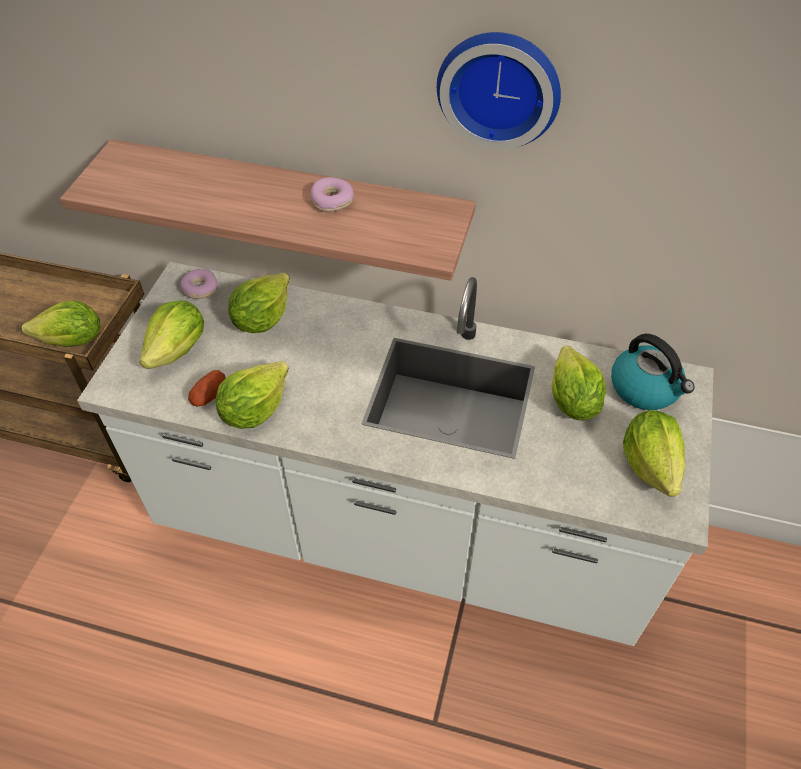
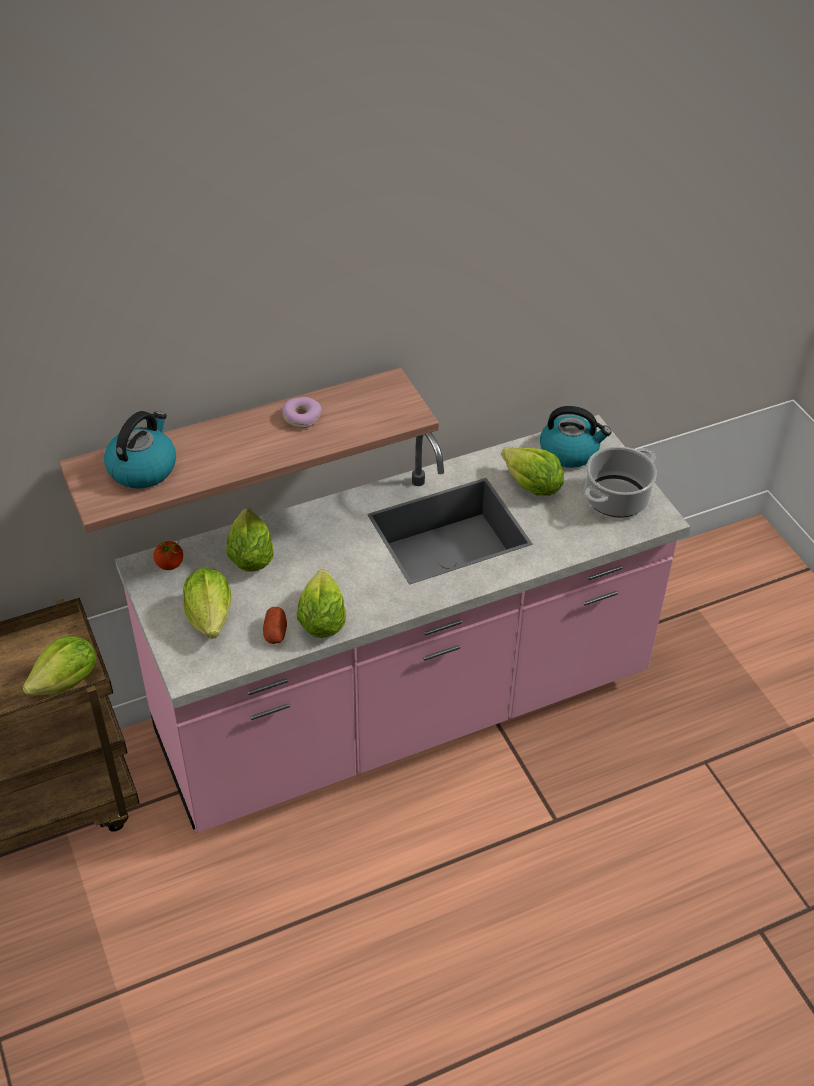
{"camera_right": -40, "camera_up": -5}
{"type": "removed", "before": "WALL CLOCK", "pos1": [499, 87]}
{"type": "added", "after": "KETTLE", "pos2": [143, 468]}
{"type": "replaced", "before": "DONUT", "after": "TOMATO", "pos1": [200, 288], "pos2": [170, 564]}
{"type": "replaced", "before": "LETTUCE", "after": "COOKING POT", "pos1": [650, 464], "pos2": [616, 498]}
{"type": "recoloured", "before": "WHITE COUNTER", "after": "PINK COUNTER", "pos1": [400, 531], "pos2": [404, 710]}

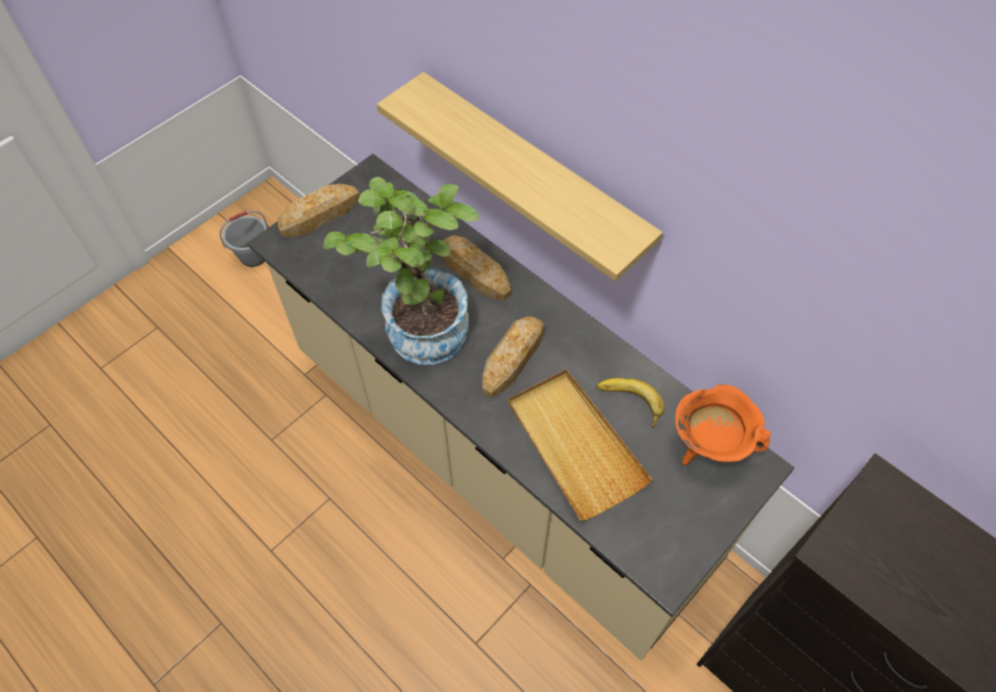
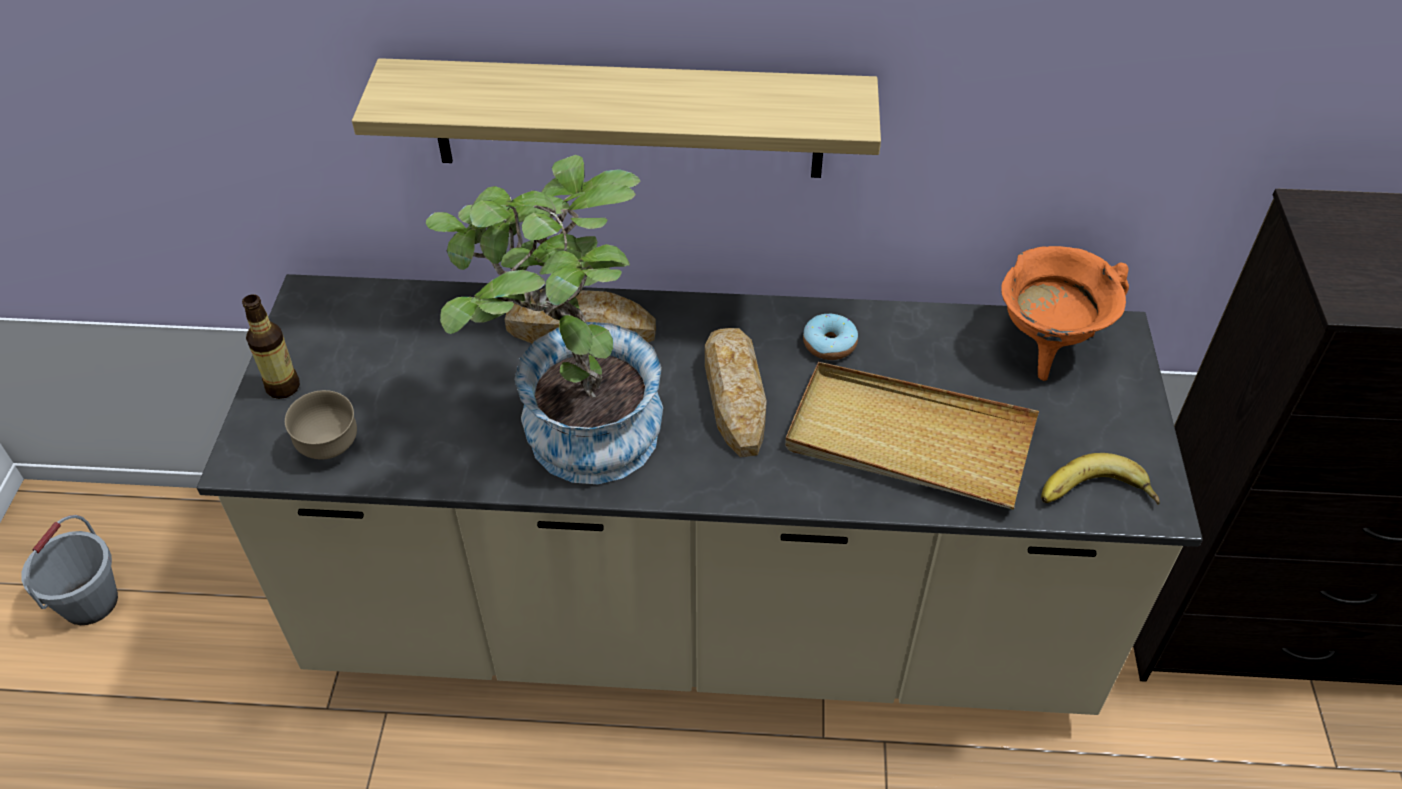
{"camera_right": -40, "camera_up": -10}
{"type": "added", "after": "BROWN BOWL", "pos2": [330, 448]}
{"type": "added", "after": "DONUT", "pos2": [829, 344]}
{"type": "moved", "before": "BANANA", "pos1": [628, 404], "pos2": [1096, 497]}
{"type": "replaced", "before": "BREAD", "after": "BOTTLE", "pos1": [320, 214], "pos2": [283, 387]}

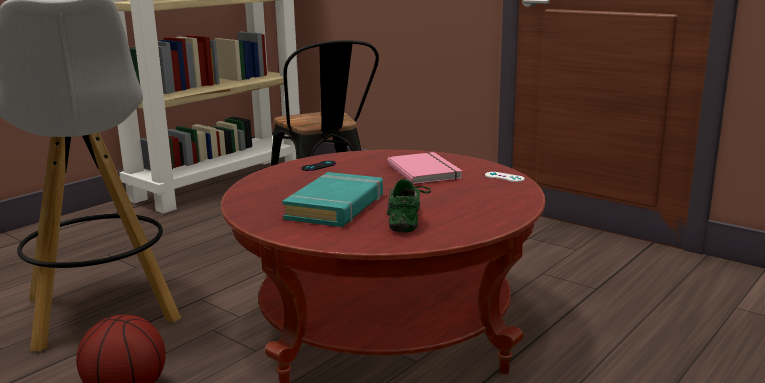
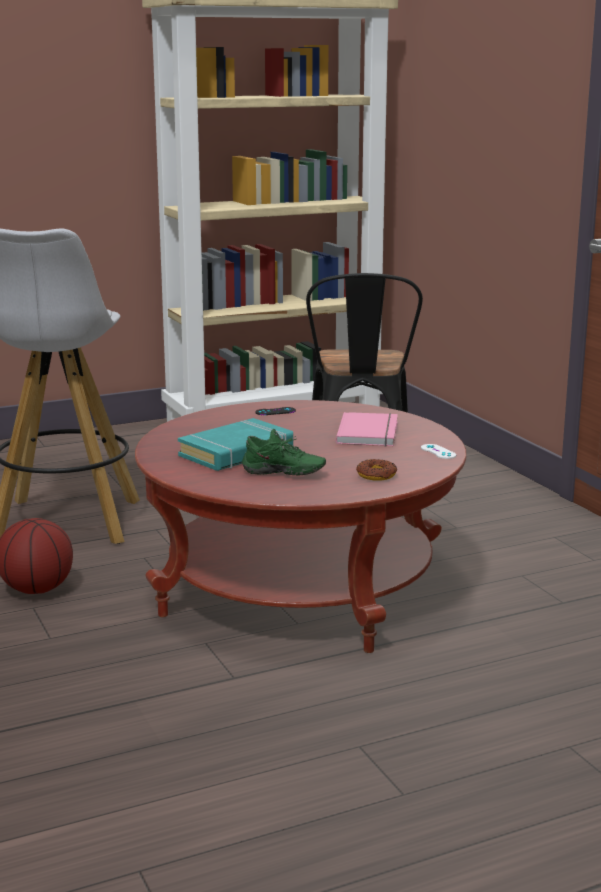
{"camera_right": 25, "camera_up": 0}
{"type": "added", "after": "DONUT", "pos2": [376, 475]}
{"type": "turned", "before": "GREEN SHOE", "pos1": [407, 219], "pos2": [283, 474], "turn": 75}

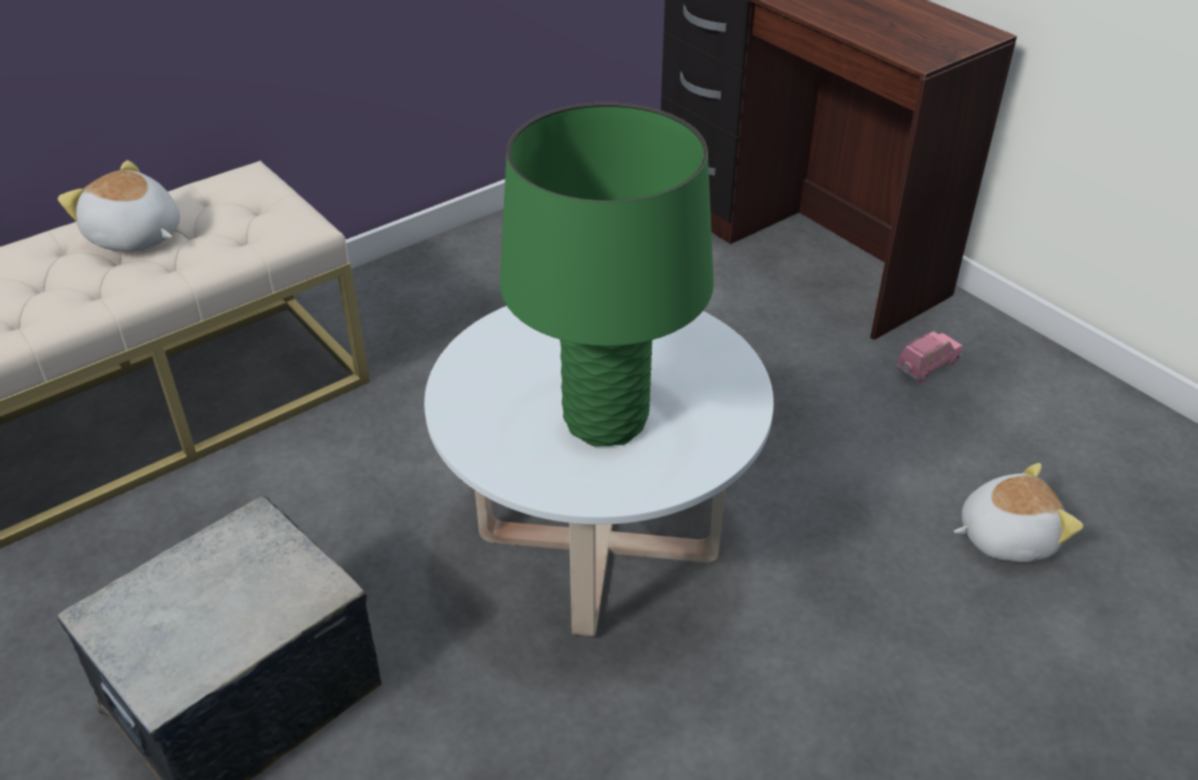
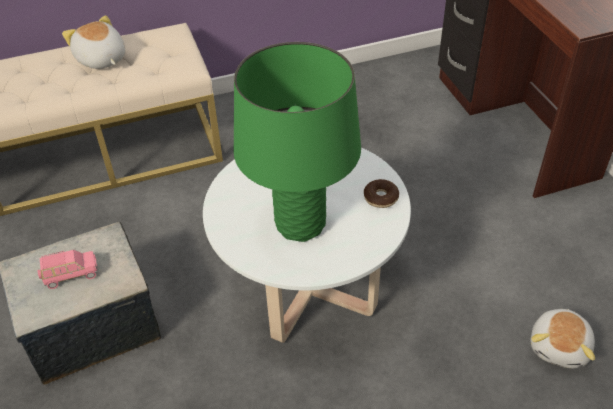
{"camera_right": 20, "camera_up": 5}
{"type": "added", "after": "DONUT", "pos2": [381, 198]}
{"type": "moved", "before": "PINK TOY CAR", "pos1": [926, 367], "pos2": [70, 275]}
{"type": "turned", "before": "PLUSH TOY", "pos1": [1005, 536], "pos2": [560, 347], "turn": 105}

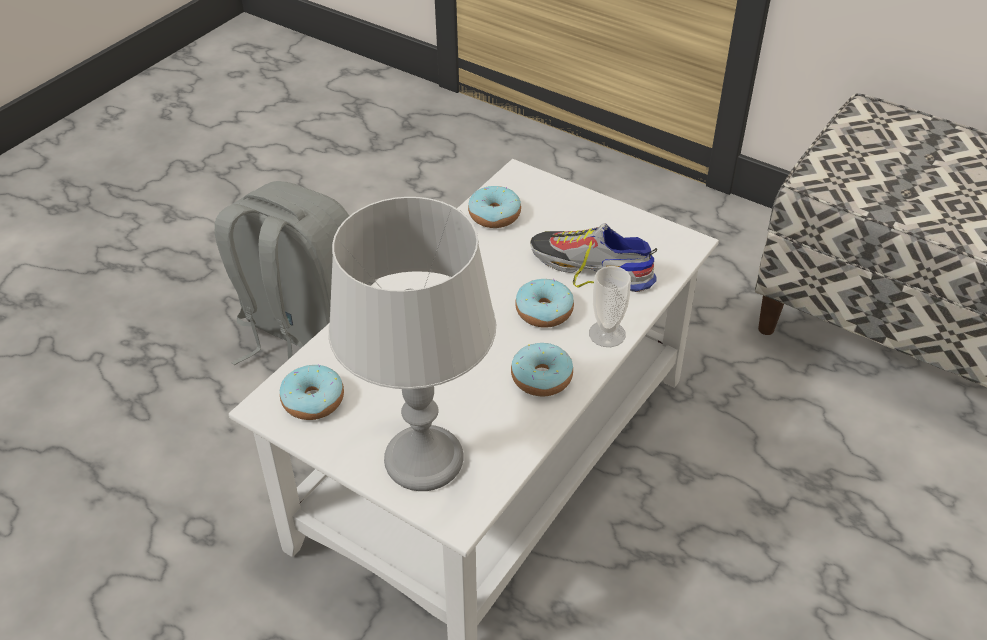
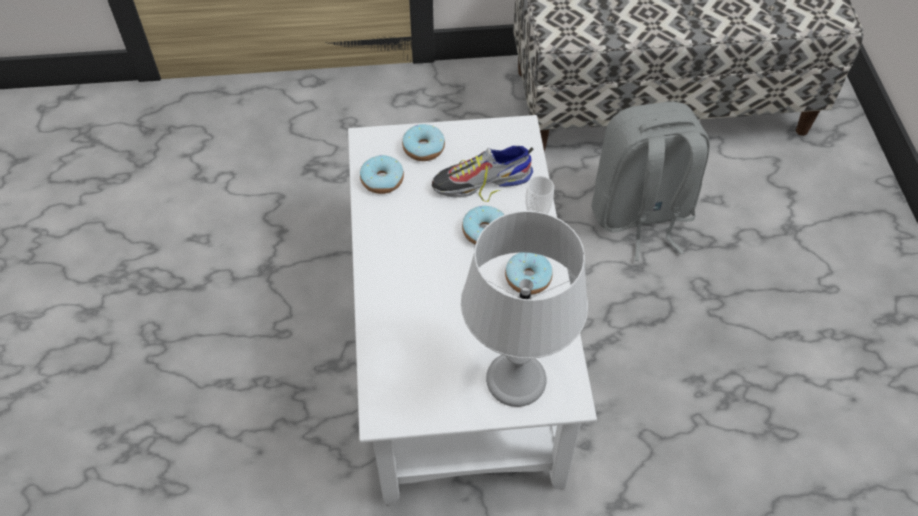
{"camera_right": -40, "camera_up": 10}
{"type": "moved", "before": "GREY BACKPACK", "pos1": [300, 333], "pos2": [641, 215]}
{"type": "moved", "before": "DONUT", "pos1": [313, 400], "pos2": [423, 148]}

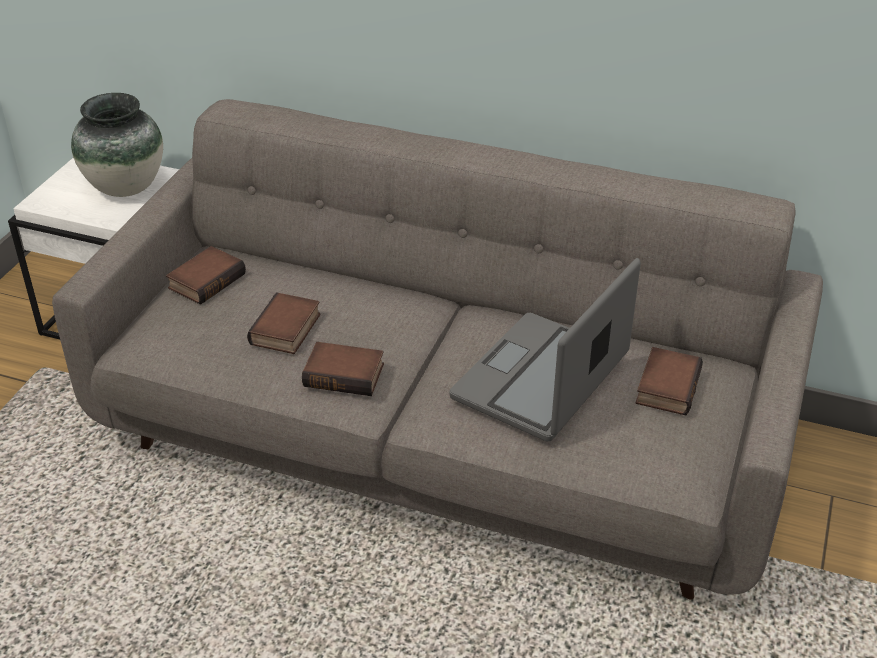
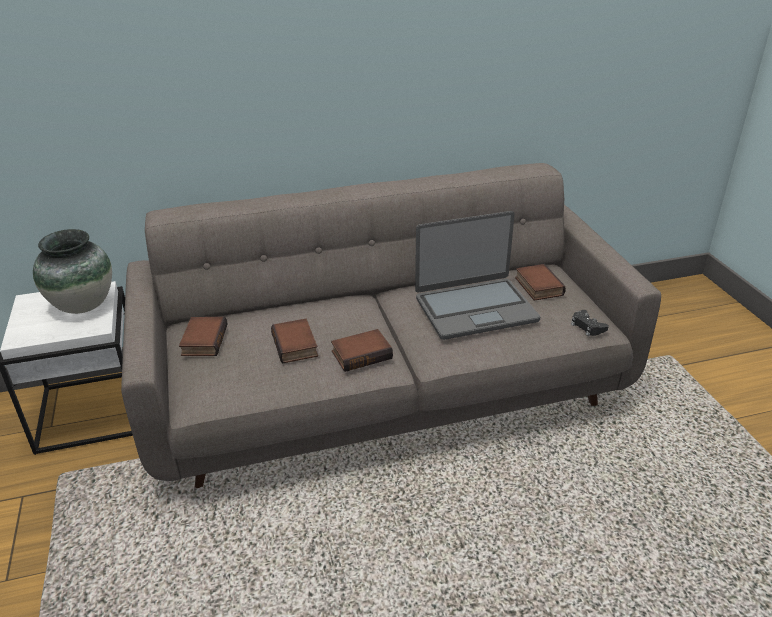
{"camera_right": -35, "camera_up": -5}
{"type": "added", "after": "BLACK GAME CONTROLLER", "pos2": [587, 326]}
{"type": "turned", "before": "LAPTOP", "pos1": [542, 379], "pos2": [475, 309], "turn": -105}

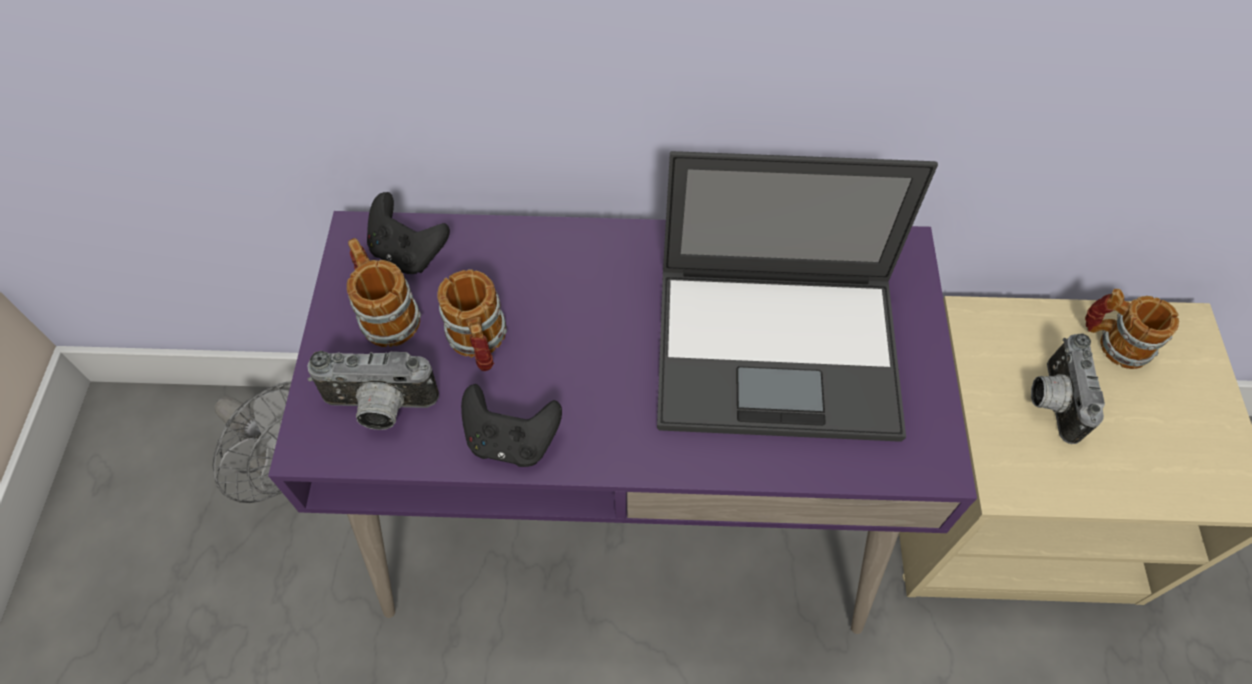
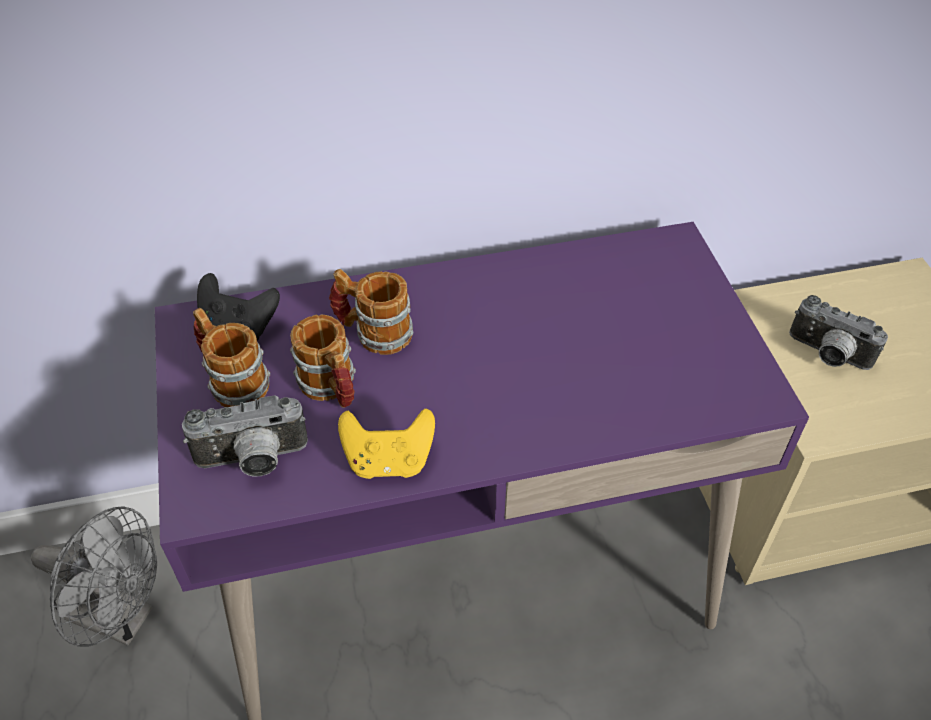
{"camera_right": -15, "camera_up": -10}
{"type": "removed", "before": "LAPTOP", "pos1": [780, 351]}
{"type": "moved", "before": "MUG", "pos1": [1113, 342], "pos2": [373, 332]}
{"type": "recoloured", "before": "BLACK GAME CONTROLLER", "after": "YELLOW GAME CONTROLLER", "pos1": [511, 440], "pos2": [389, 460]}
{"type": "turned", "before": "PHOTO CAMERA", "pos1": [1051, 399], "pos2": [826, 355], "turn": -45}

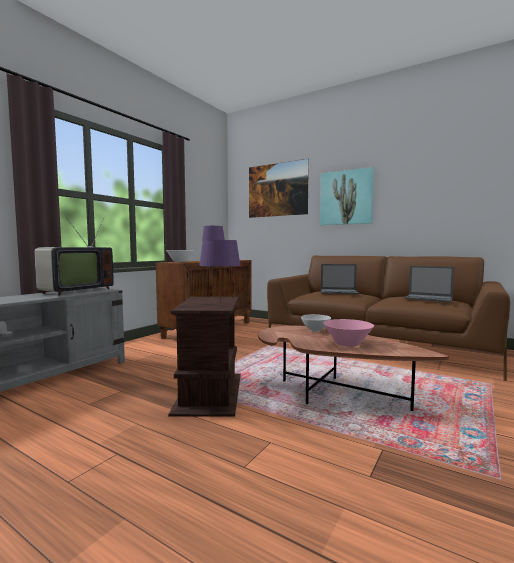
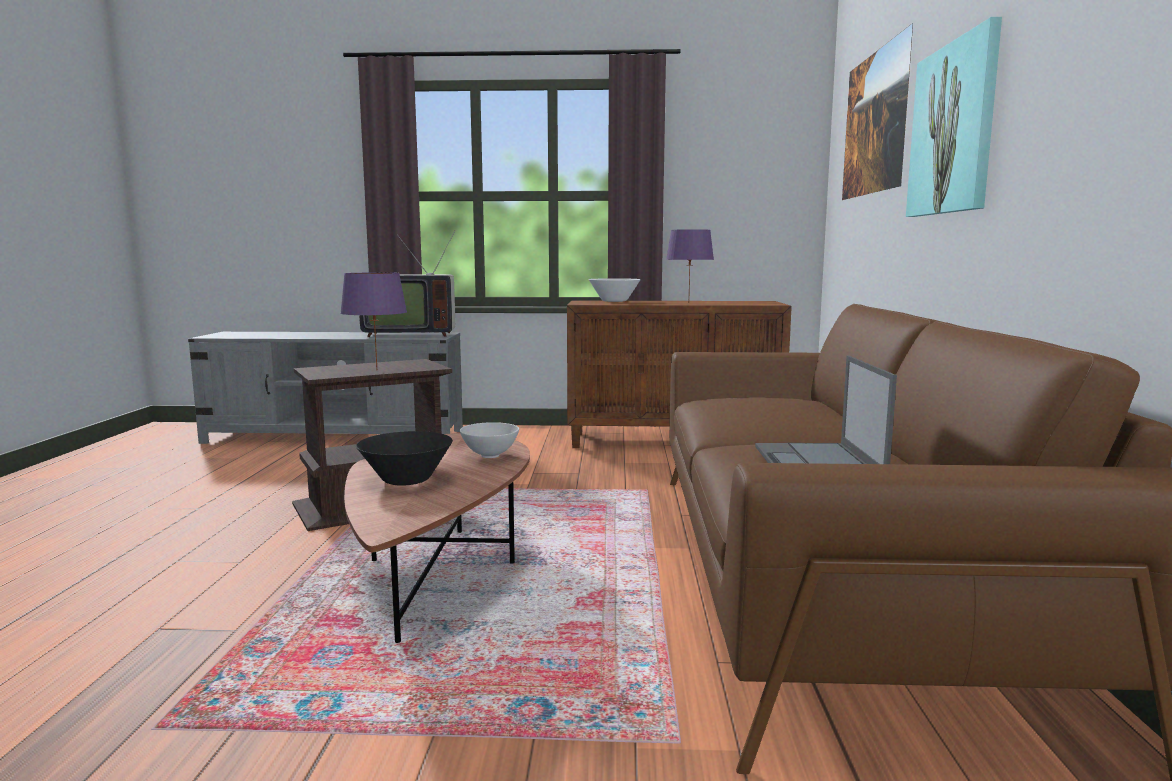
{"camera_right": 60, "camera_up": 5}
{"type": "removed", "before": "LAPTOP", "pos1": [339, 292]}
{"type": "recoloured", "before": "PINK BOWL", "after": "BLACK BOWL", "pos1": [348, 344], "pos2": [406, 480]}

